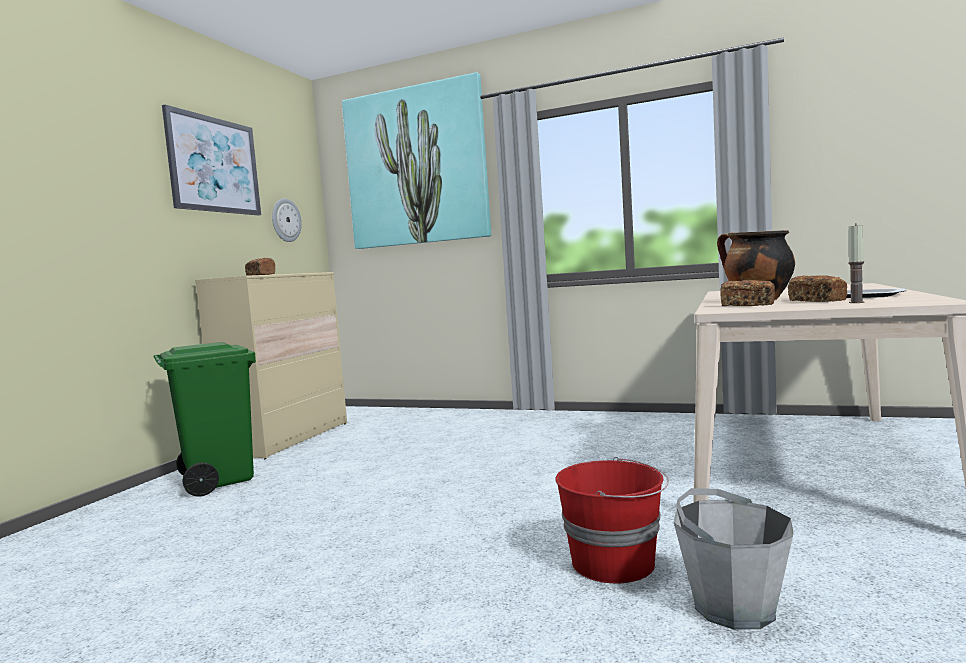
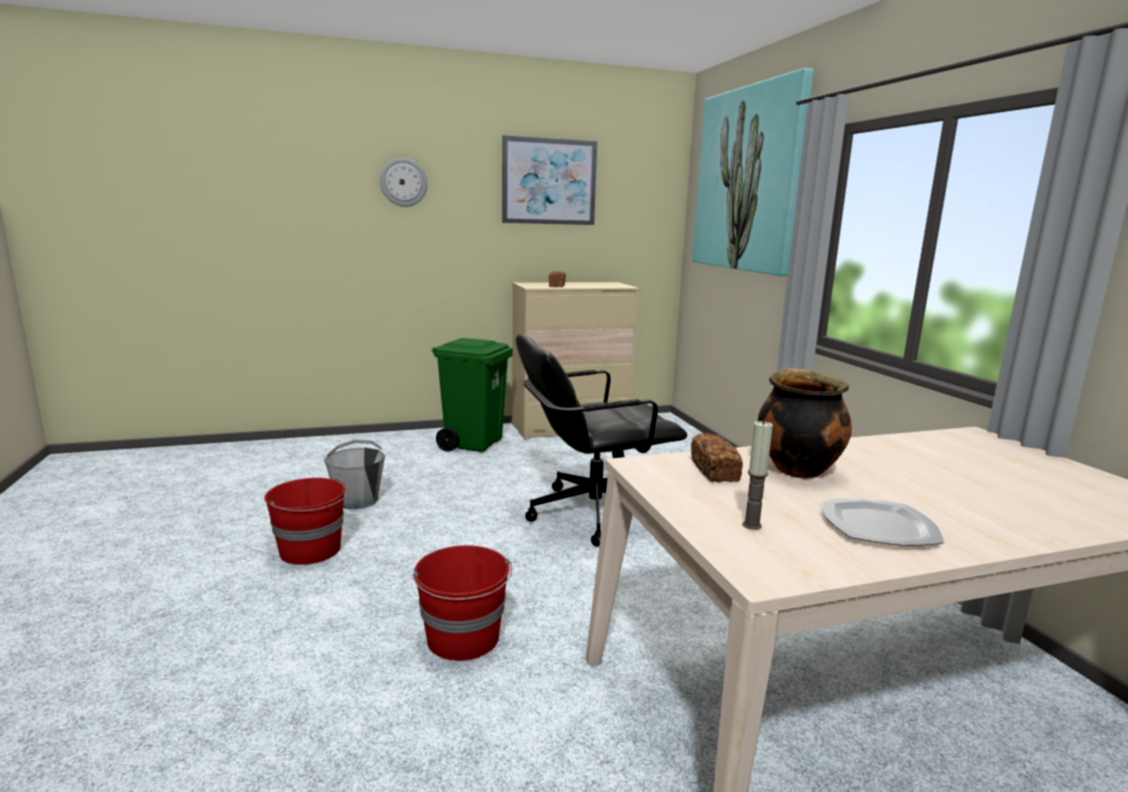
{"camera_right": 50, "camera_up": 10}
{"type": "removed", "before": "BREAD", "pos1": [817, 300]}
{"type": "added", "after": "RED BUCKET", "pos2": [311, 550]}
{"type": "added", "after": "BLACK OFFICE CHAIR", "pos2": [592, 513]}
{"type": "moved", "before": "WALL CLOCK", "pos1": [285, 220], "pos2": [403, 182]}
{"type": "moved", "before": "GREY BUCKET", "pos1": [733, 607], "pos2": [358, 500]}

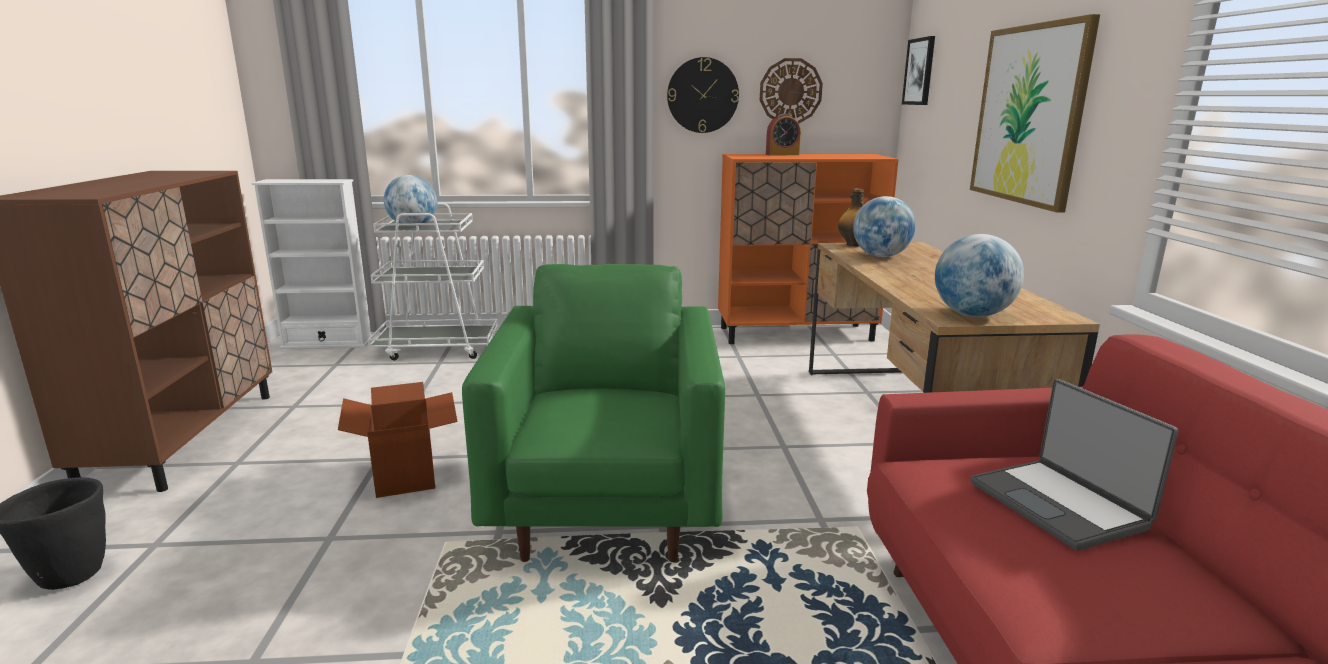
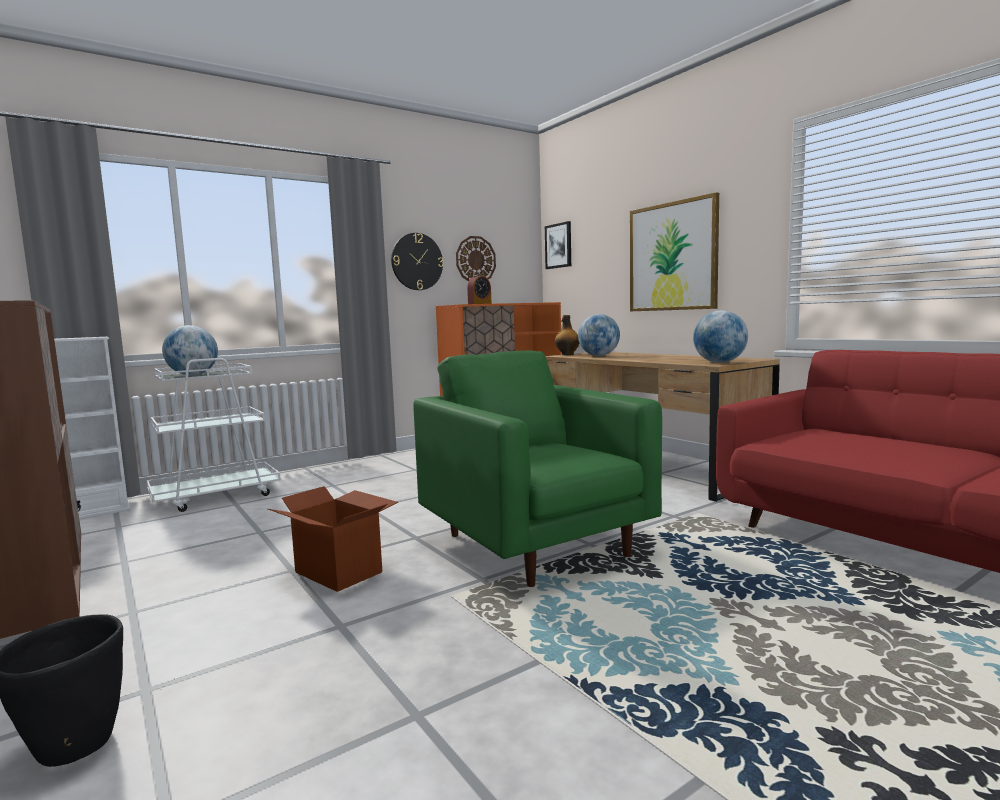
{"camera_right": -30, "camera_up": -10}
{"type": "removed", "before": "LAPTOP", "pos1": [1059, 504]}

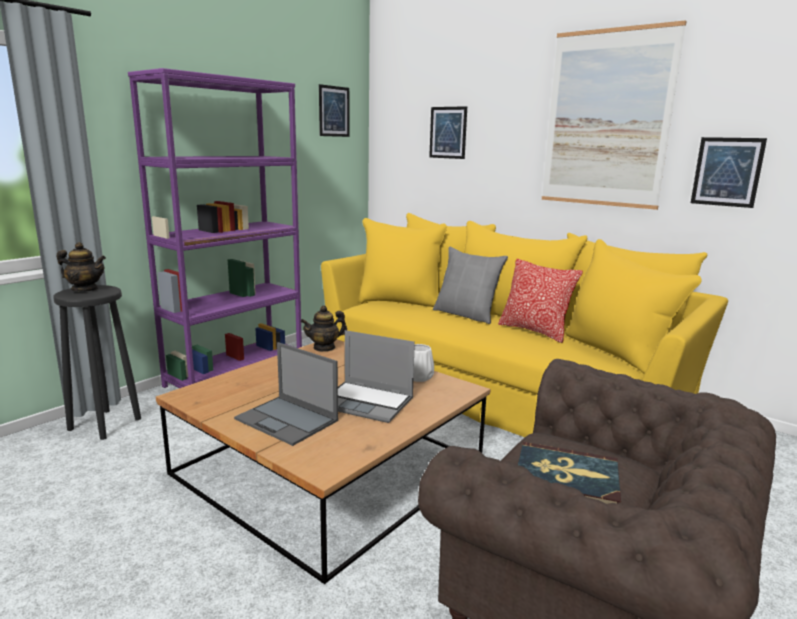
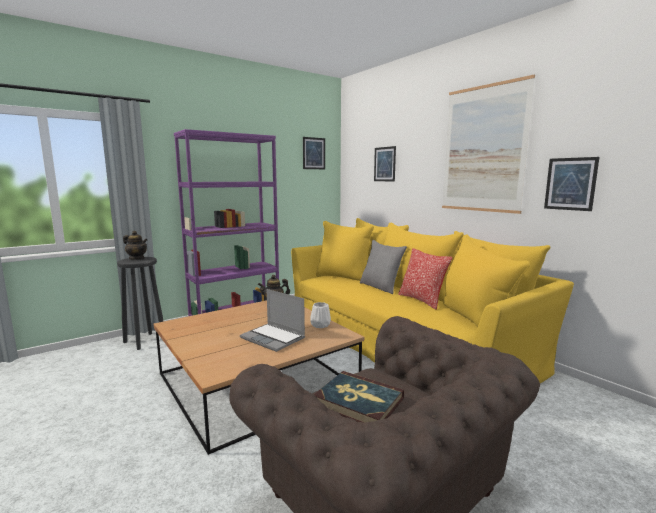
{"camera_right": 15, "camera_up": -5}
{"type": "removed", "before": "LAPTOP", "pos1": [287, 420]}

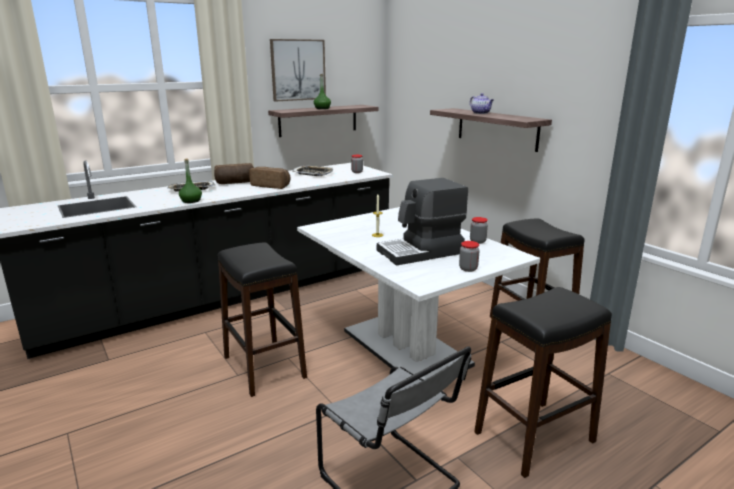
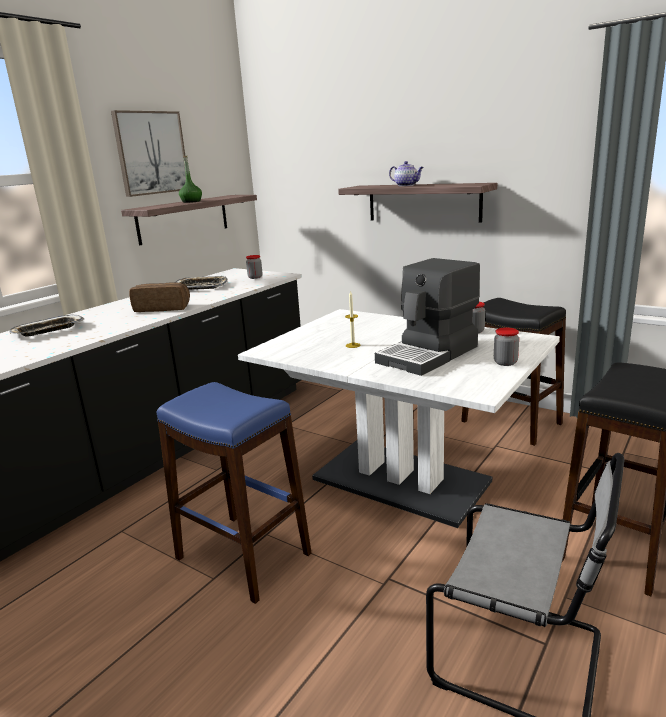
{"camera_right": -20, "camera_up": 0}
{"type": "removed", "before": "GREEN BOTTLE", "pos1": [191, 201]}
{"type": "removed", "before": "BREAD", "pos1": [235, 183]}
{"type": "recoloured", "before": "BLACK STOOL", "after": "BLUE STOOL", "pos1": [263, 367], "pos2": [242, 556]}

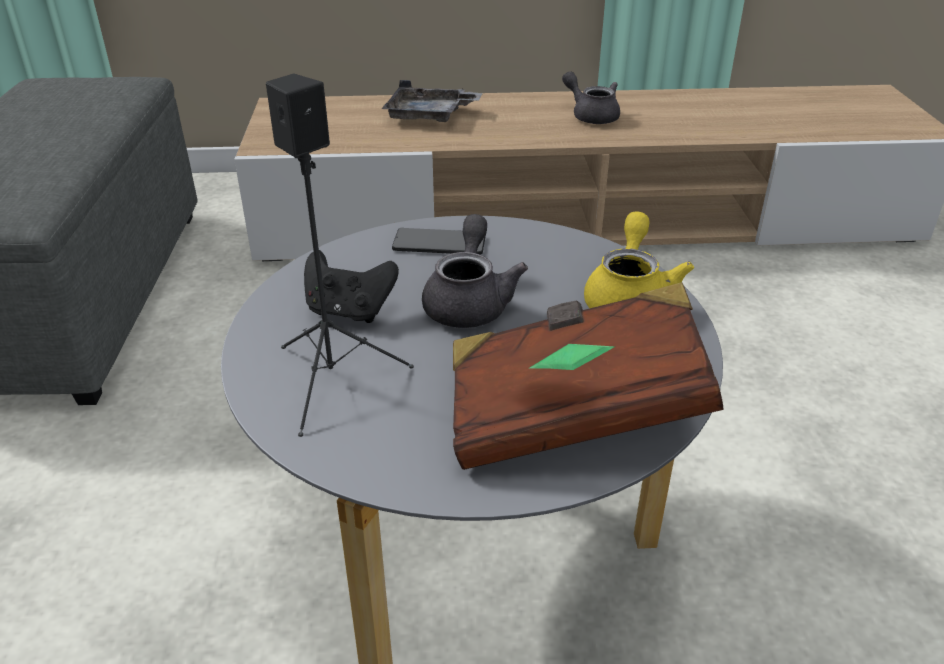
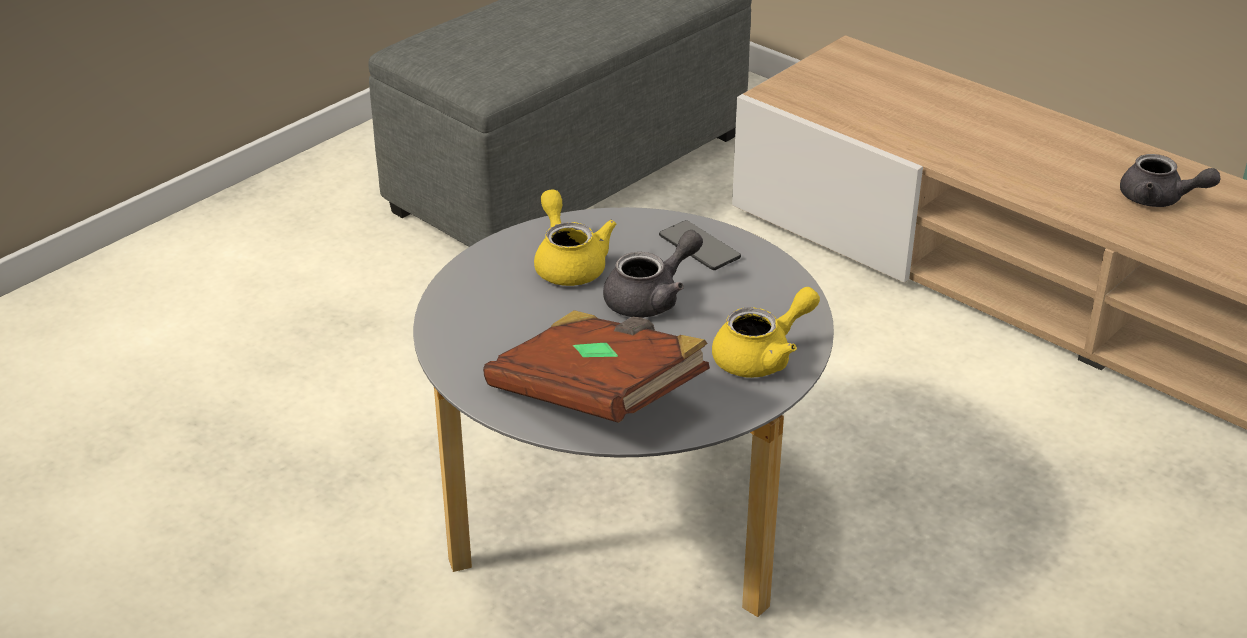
{"camera_right": 45, "camera_up": 0}
{"type": "removed", "before": "BLACK SPEAKER", "pos1": [334, 380]}
{"type": "removed", "before": "GREY TRAY", "pos1": [429, 116]}
{"type": "replaced", "before": "BLACK GAME CONTROLLER", "after": "YELLOW TEAPOT", "pos1": [349, 311], "pos2": [569, 263]}
{"type": "turned", "before": "GREY TEAPOT", "pos1": [591, 115], "pos2": [1159, 199], "turn": 120}

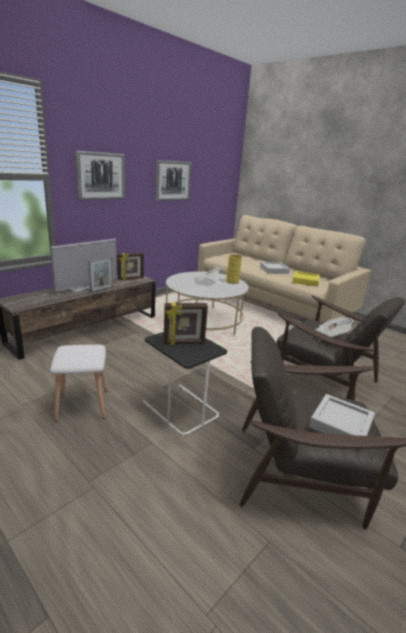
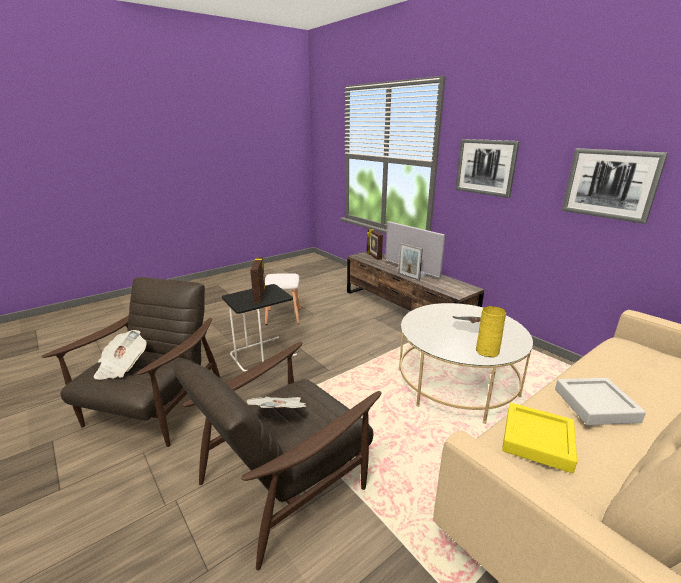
{"camera_right": 100, "camera_up": 0}
{"type": "moved", "before": "PICTURE FRAME", "pos1": [131, 279], "pos2": [373, 256]}
{"type": "replaced", "before": "GREY TRAY", "after": "NEWSPAPER", "pos1": [341, 424], "pos2": [122, 367]}

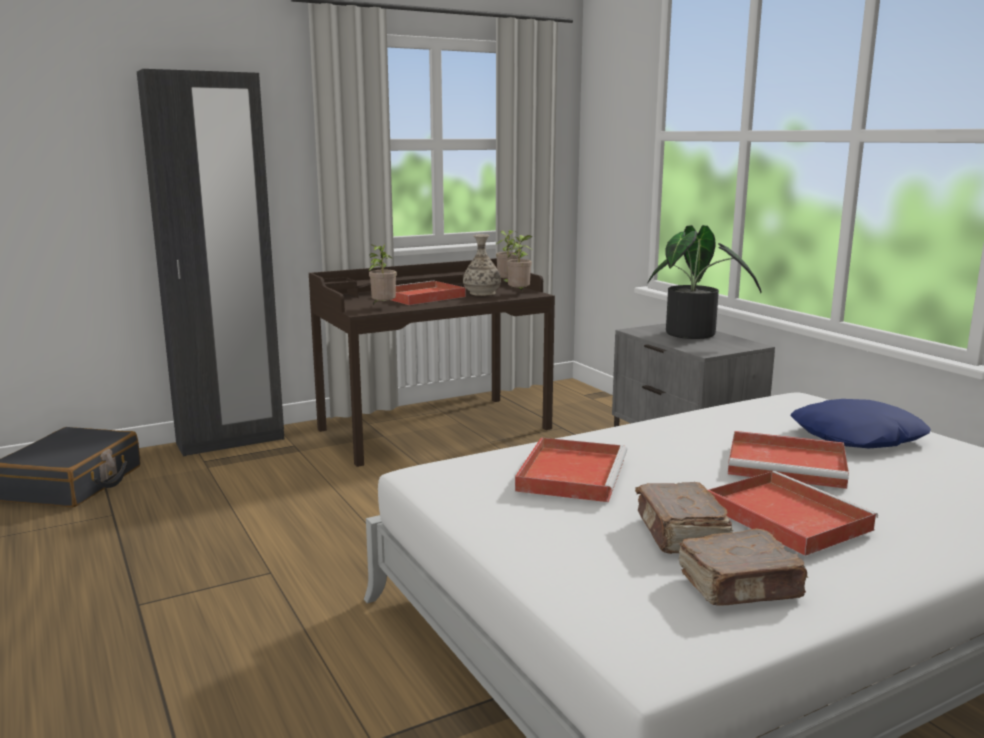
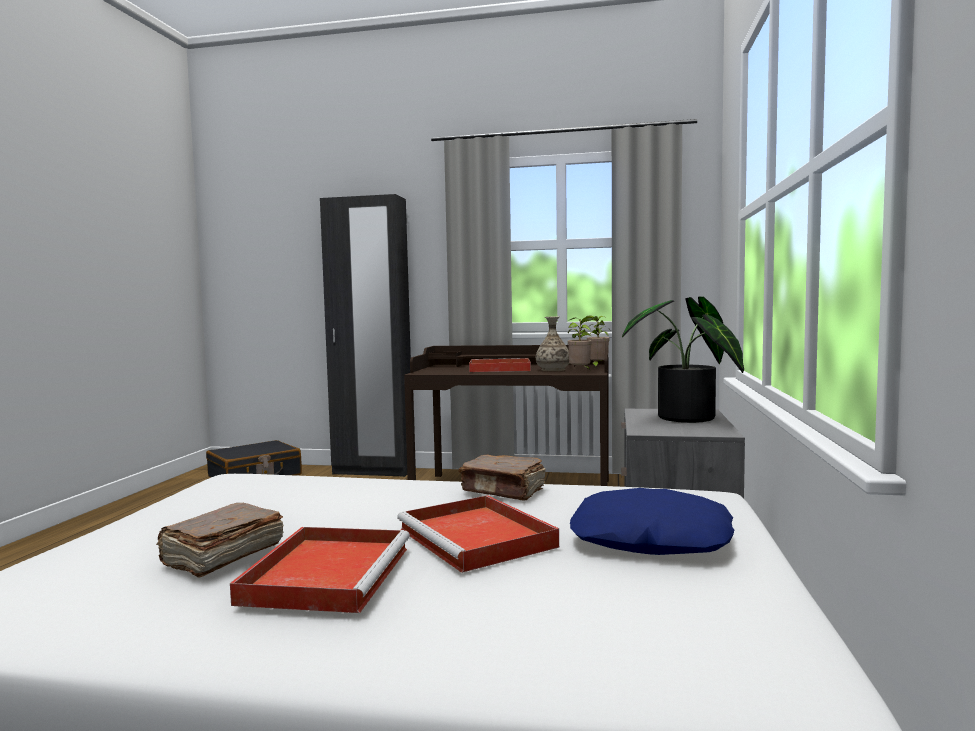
{"camera_right": 40, "camera_up": -10}
{"type": "removed", "before": "POTTED PLANT", "pos1": [383, 307]}
{"type": "removed", "before": "RED TRAY", "pos1": [571, 473]}
{"type": "moved", "before": "BROWN BOOK", "pos1": [741, 587], "pos2": [504, 491]}

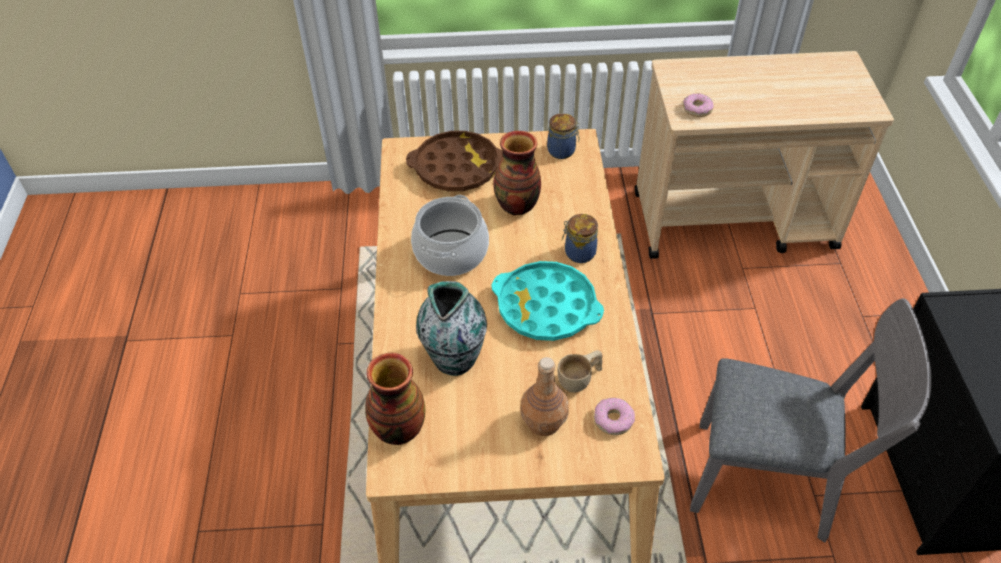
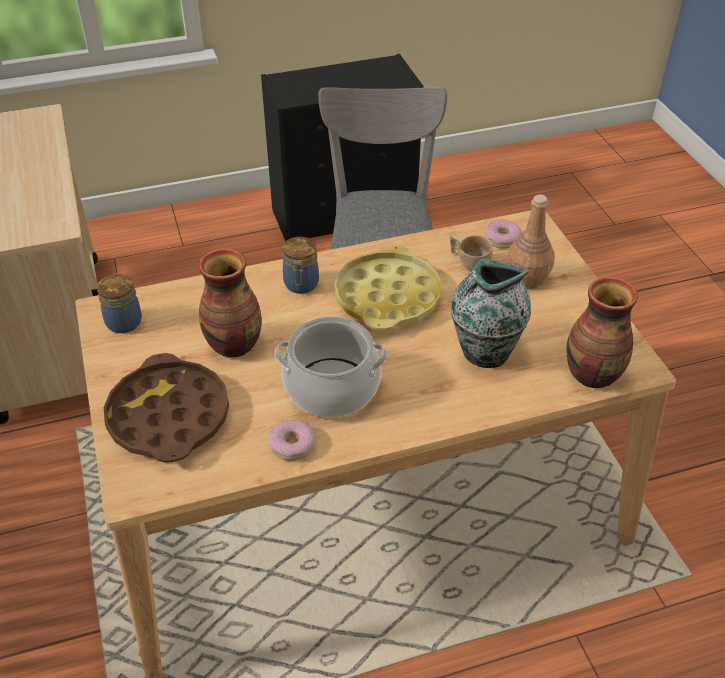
{"camera_right": -105, "camera_up": -5}
{"type": "moved", "before": "DONUT", "pos1": [697, 109], "pos2": [292, 444]}
{"type": "recoloured", "before": "TURQUOISE TRAY", "after": "YELLOW TRAY", "pos1": [546, 307], "pos2": [388, 297]}

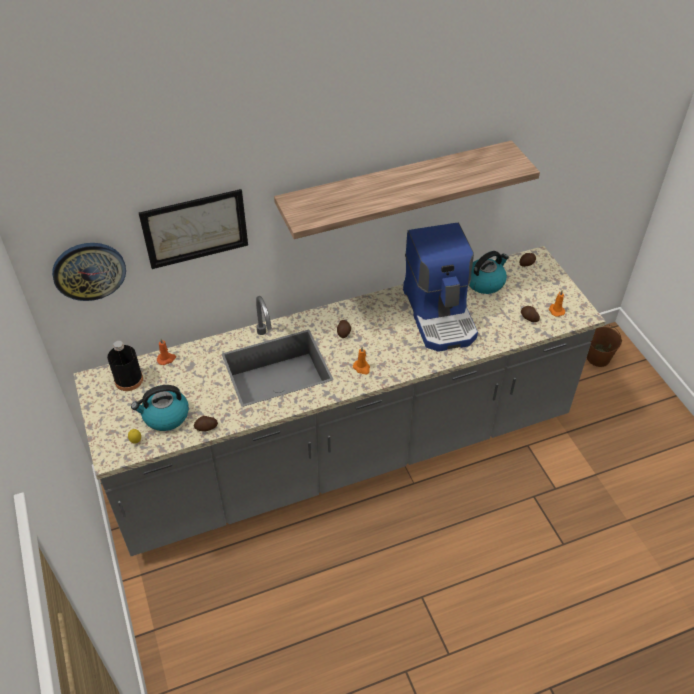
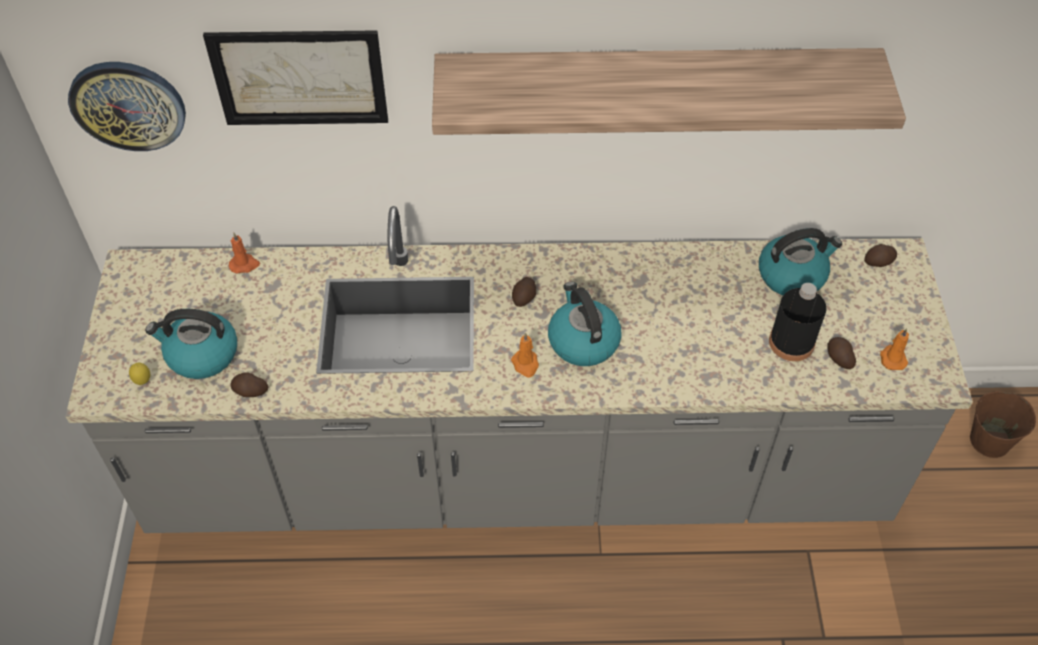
{"camera_right": 20, "camera_up": 5}
{"type": "removed", "before": "COFFEE MACHINE", "pos1": [440, 315]}
{"type": "added", "after": "KETTLE", "pos2": [582, 341]}
{"type": "moved", "before": "BLACK BOTTLE", "pos1": [129, 380], "pos2": [791, 342]}

